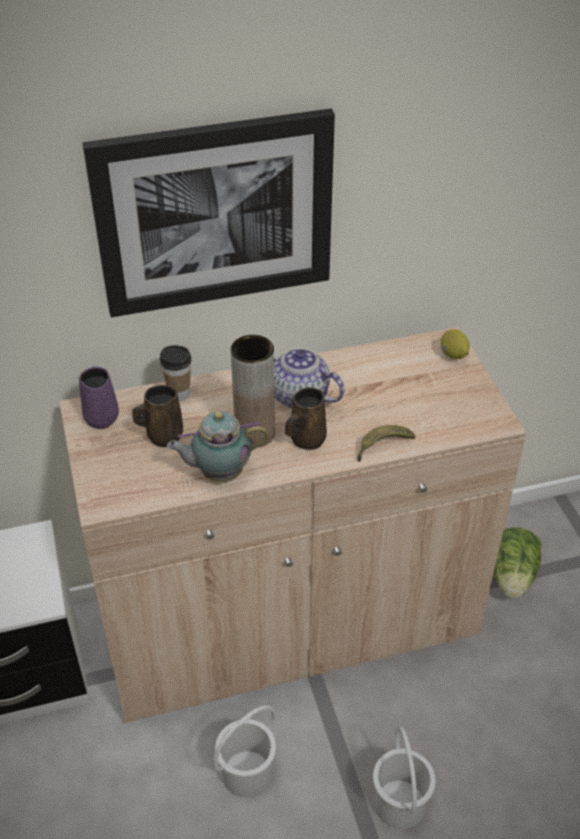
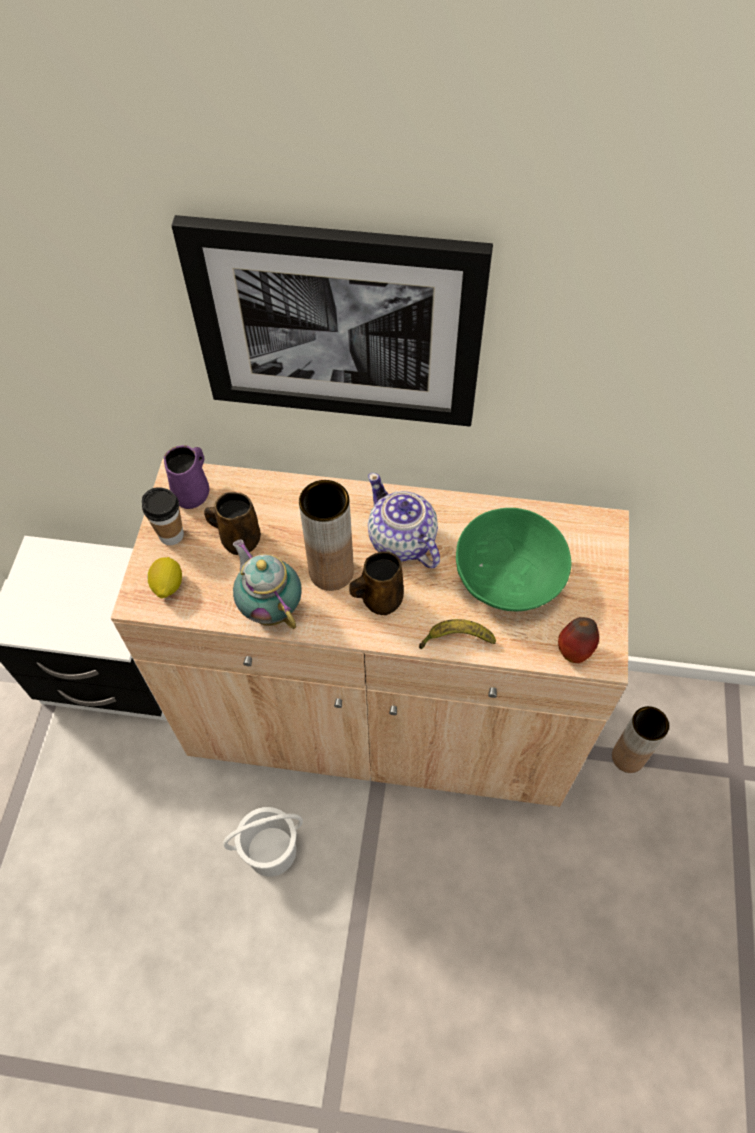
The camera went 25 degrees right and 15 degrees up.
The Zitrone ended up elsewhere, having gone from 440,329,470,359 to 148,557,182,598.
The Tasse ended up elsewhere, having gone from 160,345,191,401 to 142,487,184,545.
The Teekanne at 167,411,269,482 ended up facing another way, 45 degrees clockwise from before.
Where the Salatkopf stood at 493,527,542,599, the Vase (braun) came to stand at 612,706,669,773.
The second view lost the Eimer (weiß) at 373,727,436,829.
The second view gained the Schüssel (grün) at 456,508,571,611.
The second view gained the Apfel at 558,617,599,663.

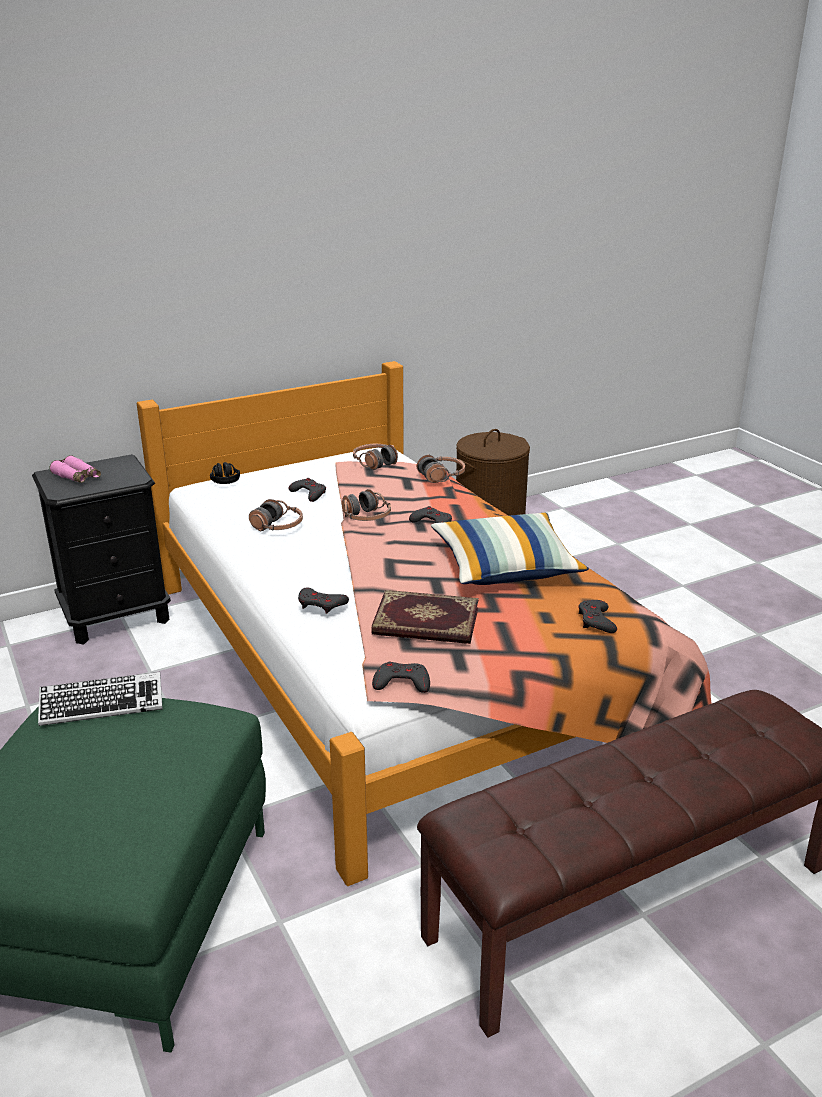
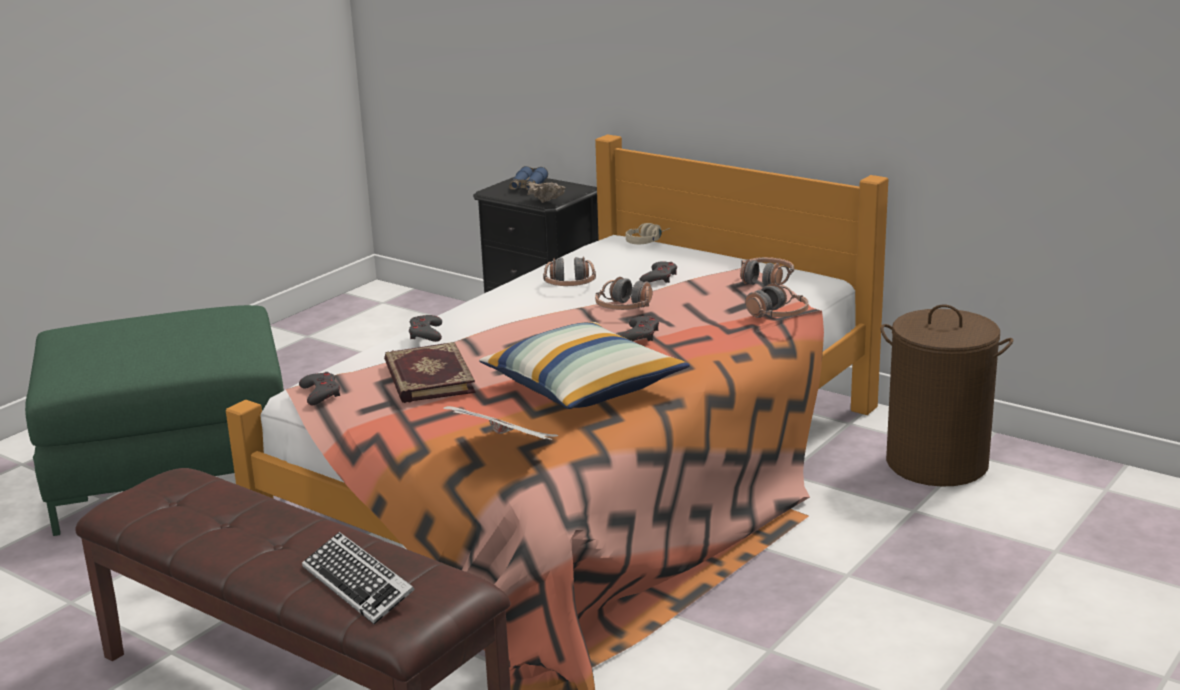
The camera went 65 degrees right and 5 degrees down.
What was the Fernglas (rosa) at 50,455,101,483 turned into the Fernglas (blau) at 509,166,548,190.
What was the Kopfhörer (schwarz) at 210,462,240,484 turned into the Kopfhörer (beige) at 626,223,670,244.
Where the Gamepad (grau) stood at 579,600,617,633, the Zeitung came to stand at 443,406,559,440.
The Tastatur ended up elsewhere, having gone from 38,672,163,726 to 302,532,415,624.
The second view gained the Schüssel (beige) at 526,183,565,203.

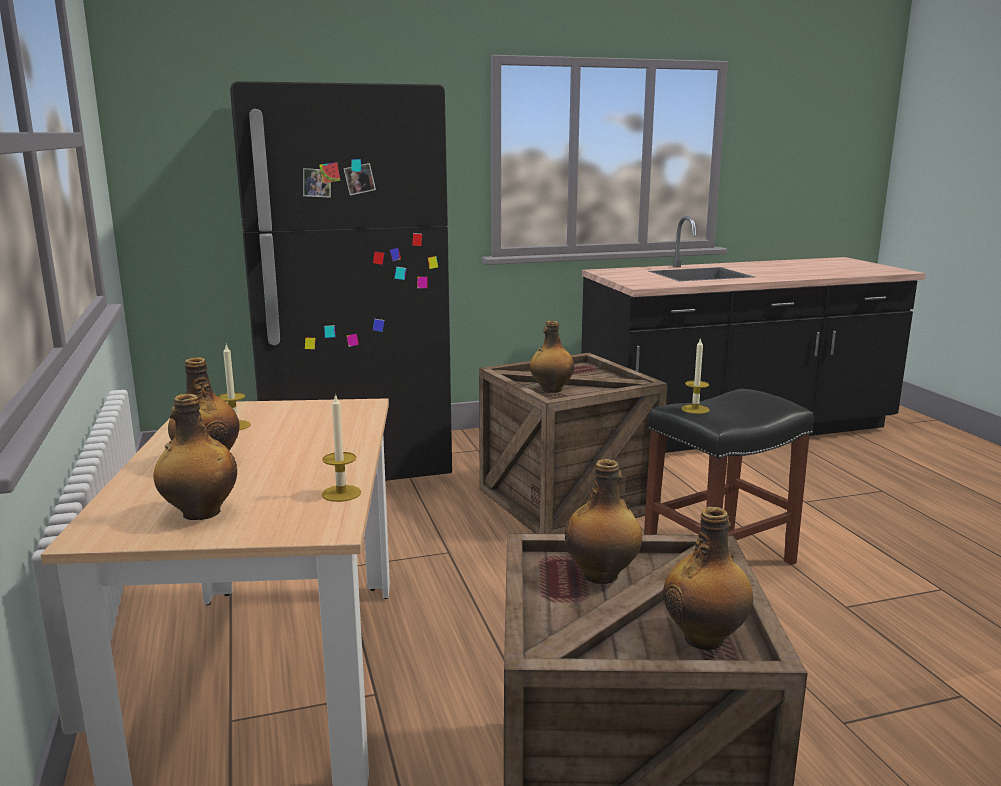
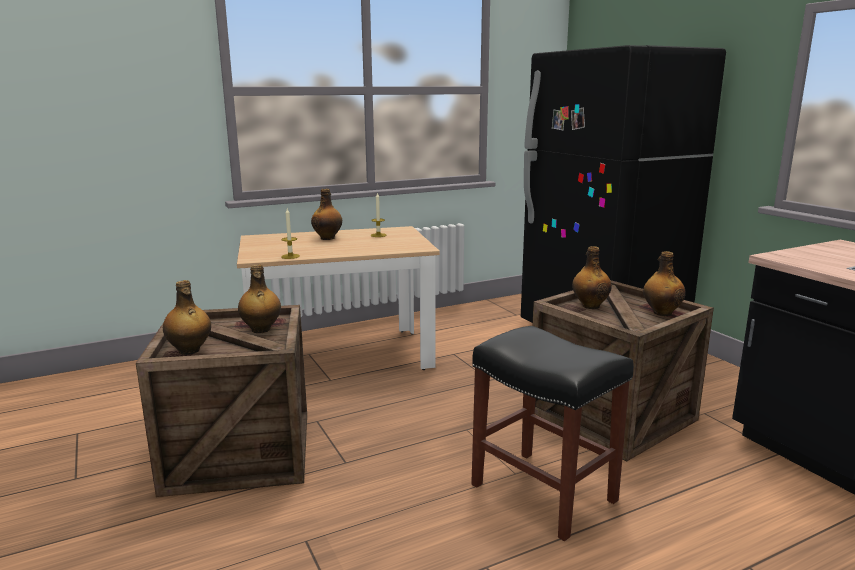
The camera went 80 degrees right and 0 degrees up.
The second view lost the Kerze at 681,338,709,414.
The Flasche ended up elsewhere, having gone from 153,394,237,520 to 643,251,686,316.

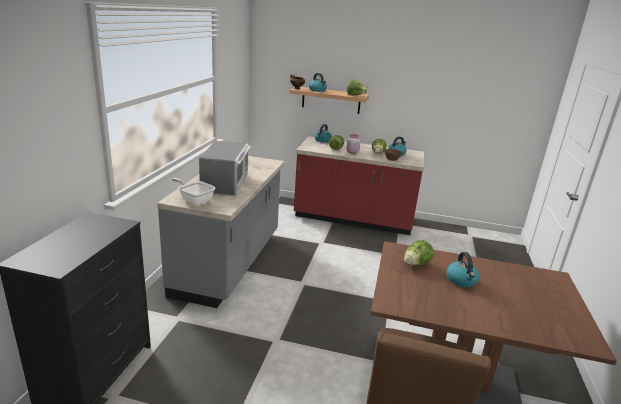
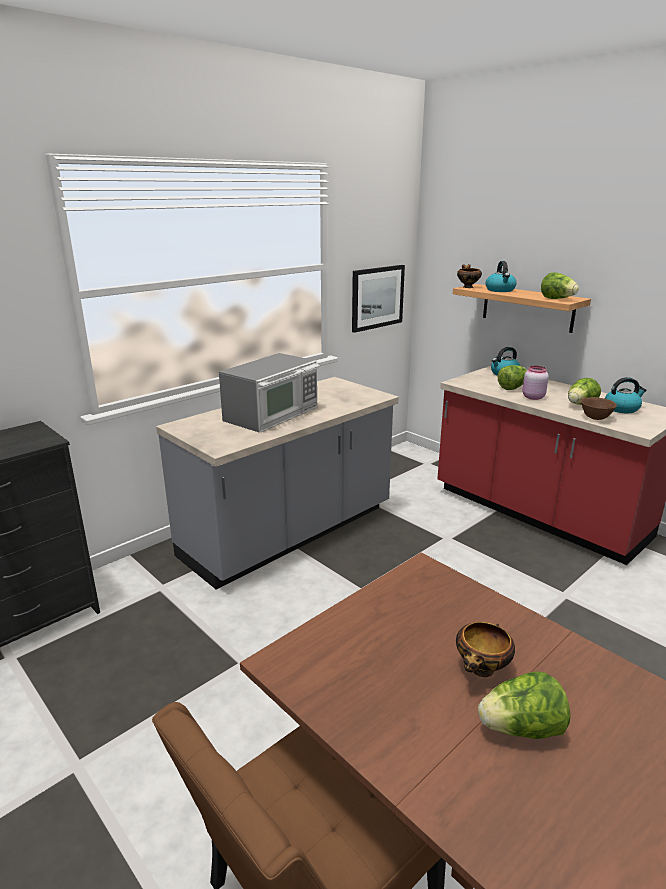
The camera went 35 degrees right and 0 degrees up.
The second view lost the Pfanne at 172,178,215,205.
The Salatkopf ended up elsewhere, having gone from 404,240,434,265 to 478,671,571,739.
Where the Wasserkessel stood at 446,252,480,287, the Schüssel came to stand at 456,622,515,677.
The second view gained the Bild at 352,265,405,333.

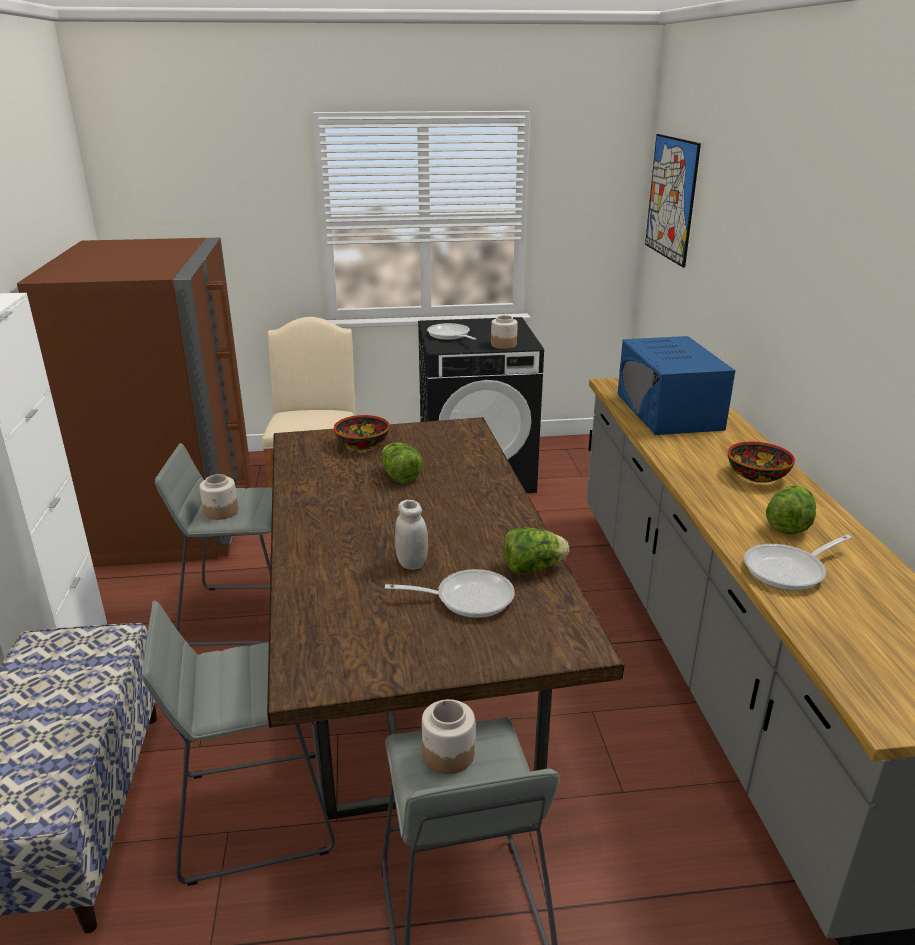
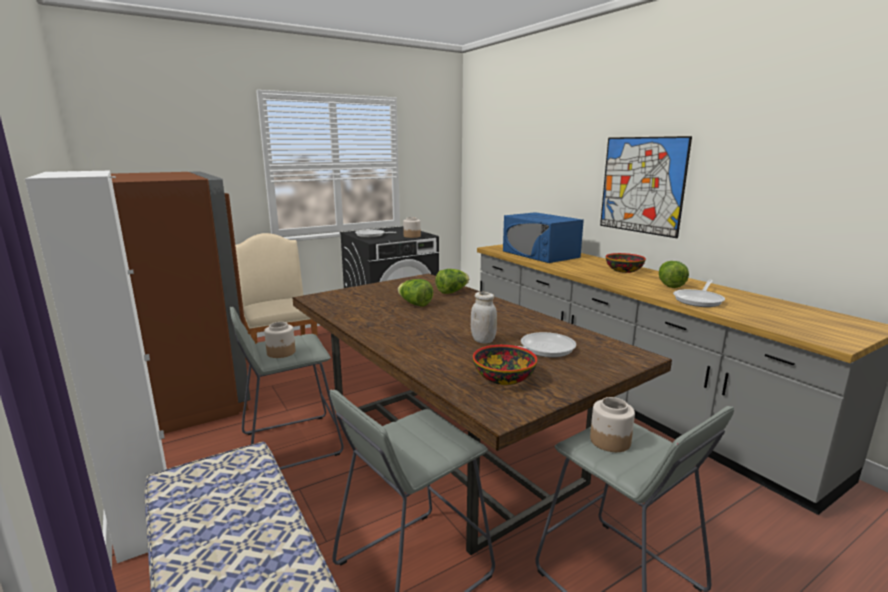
The camera went 25 degrees left and 10 degrees down.
The Bild ended up elsewhere, having gone from 645,134,701,268 to 600,136,692,238.
The Schüssel ended up elsewhere, having gone from 334,415,390,450 to 473,345,537,385.
The Salatkopf ended up elsewhere, having gone from 504,528,569,574 to 435,269,469,294.

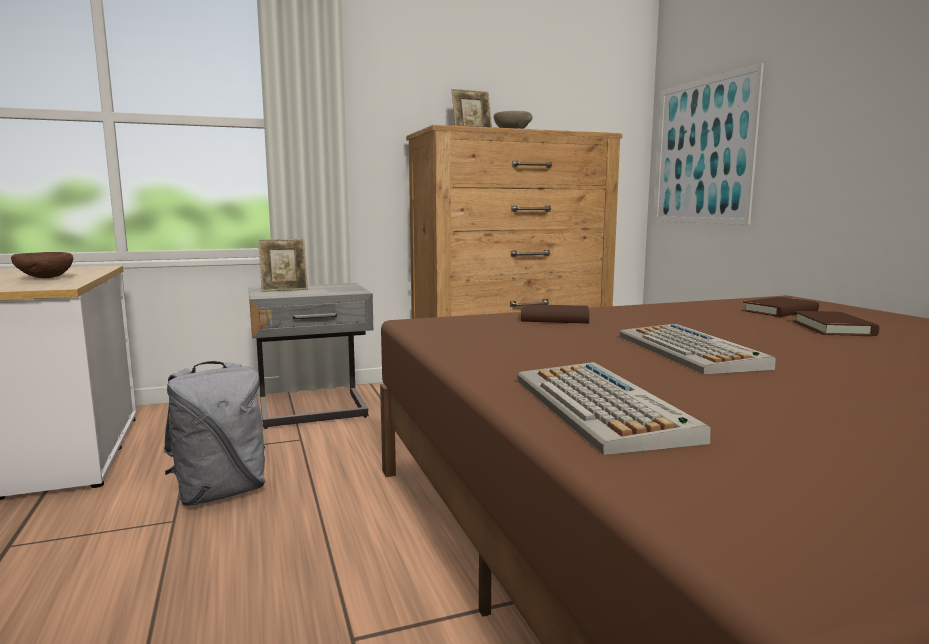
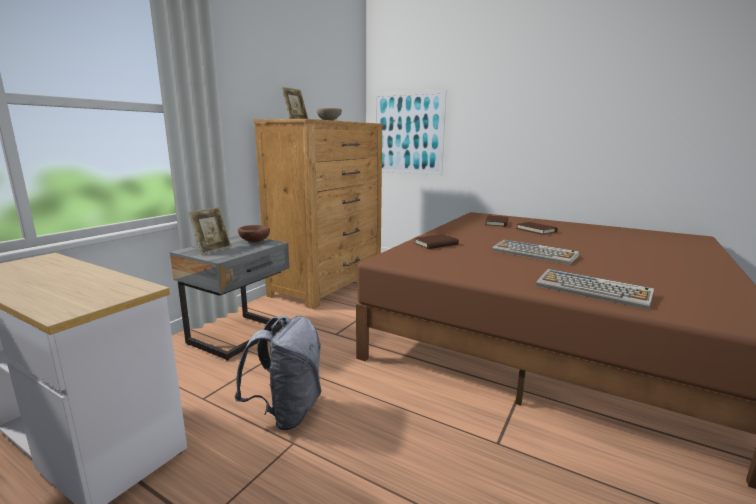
The camera went 40 degrees left and 5 degrees up.
The Schüssel (braun) ended up elsewhere, having gone from 11,252,73,278 to 238,225,270,242.

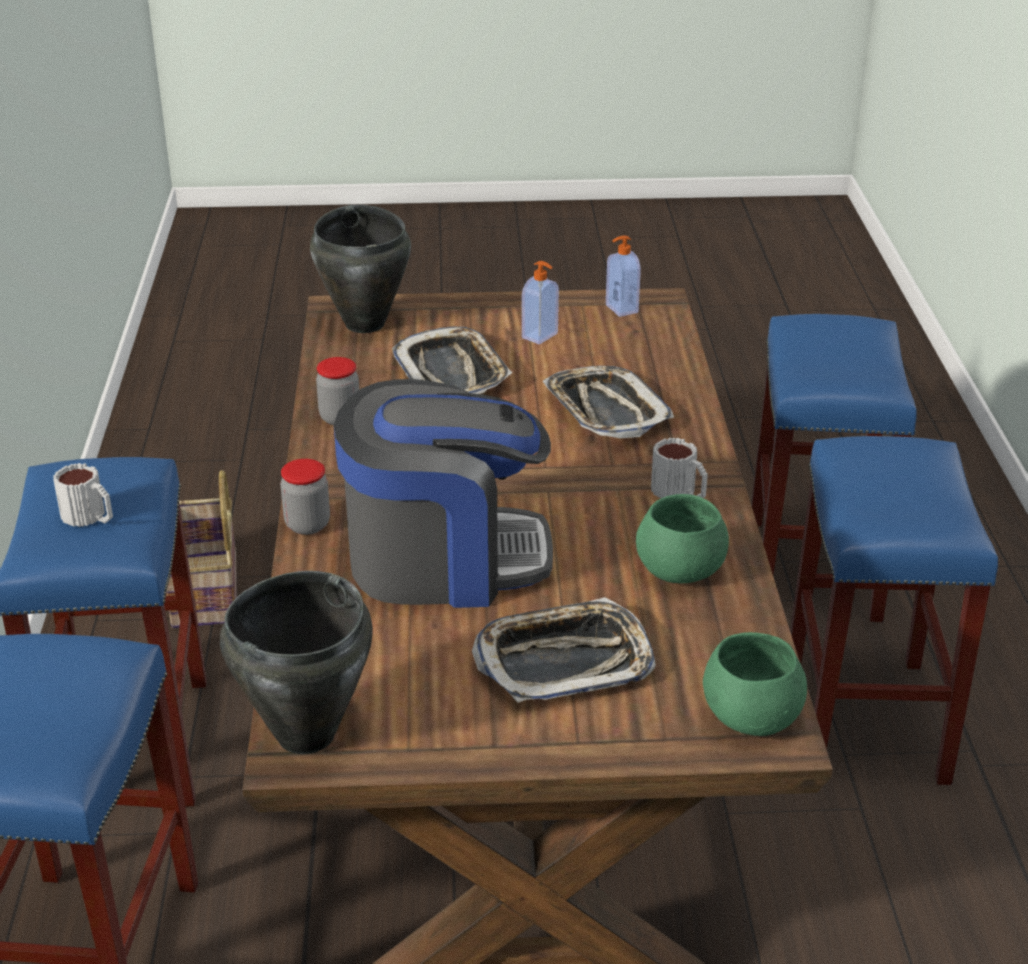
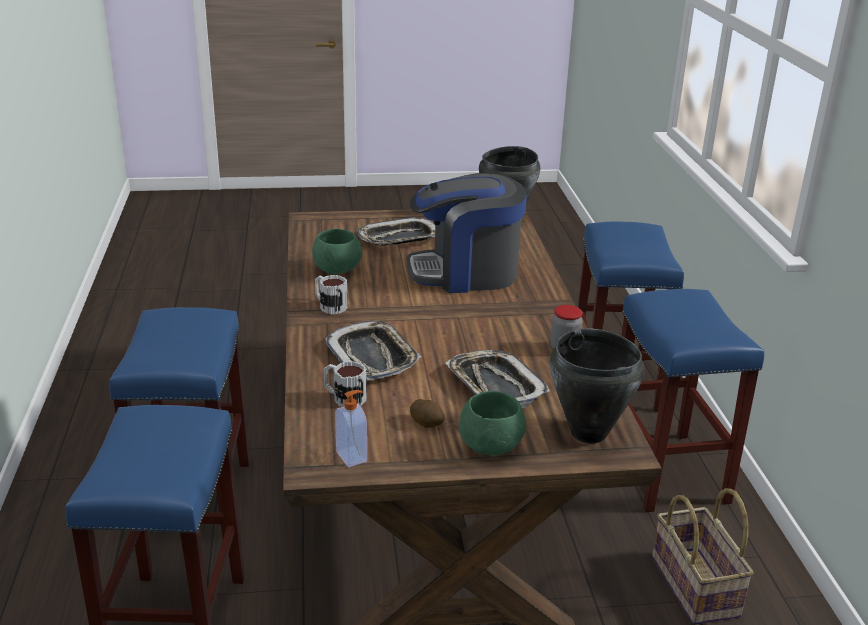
The camera went 175 degrees right and 5 degrees down.
Where the Seifenspender stood at 522,261,559,344, the Kartoffel came to stand at 410,399,445,428.
The second view lost the Vorratsglas at 280,459,330,535.
The Henkelbecher ended up elsewhere, having gone from 53,463,113,527 to 324,361,367,407.
The Schüssel (grün) ended up elsewhere, having gone from 703,632,807,736 to 459,391,526,456.

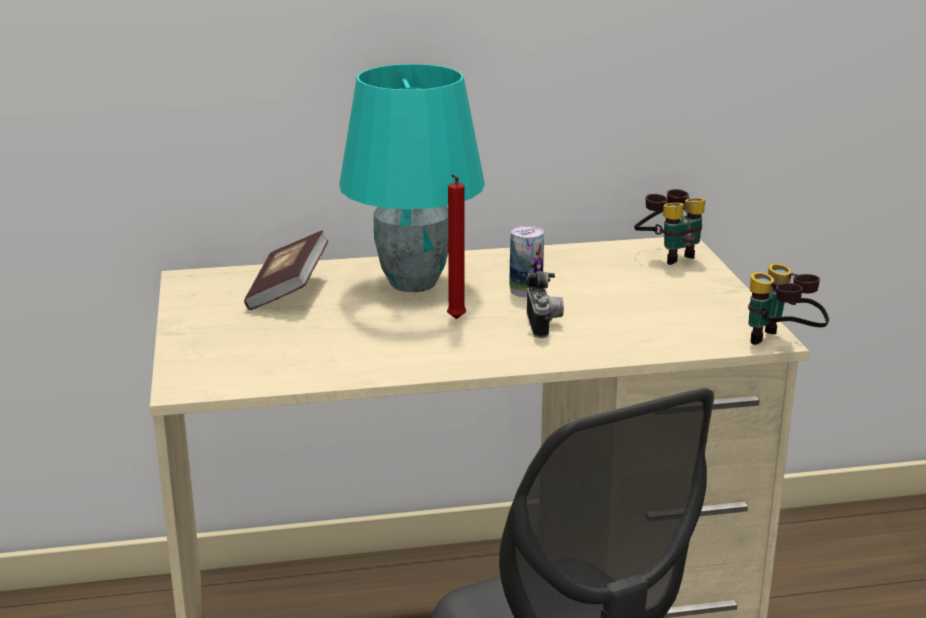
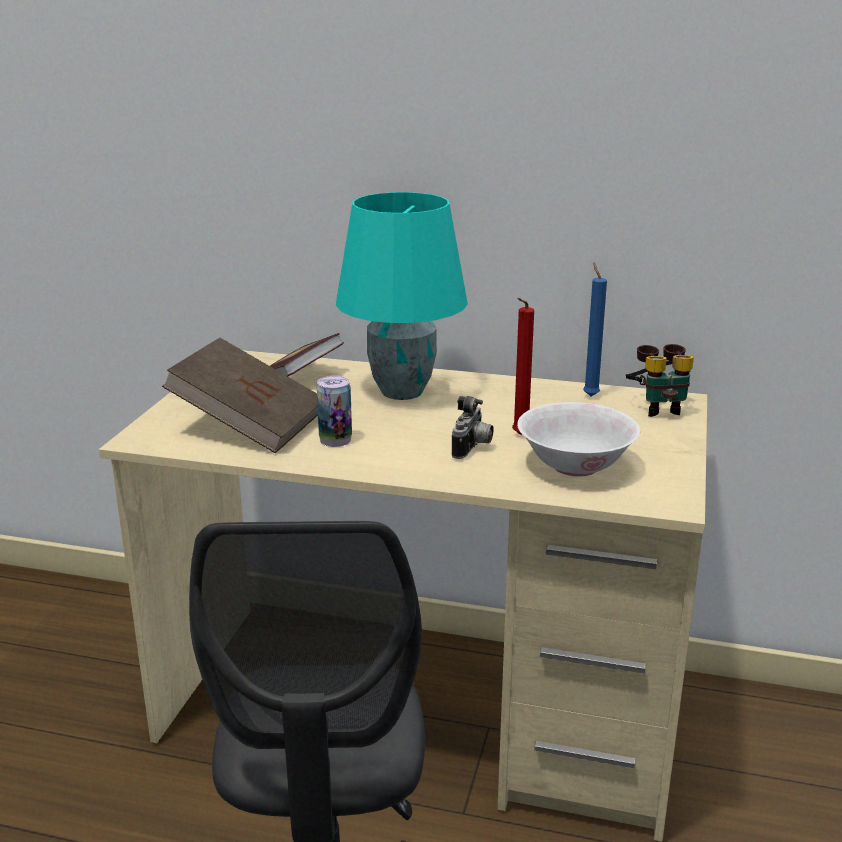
The camera went 25 degrees right and 0 degrees up.
The Kerze (rot) ended up elsewhere, having gone from 447,174,466,319 to 512,298,534,435.
The Dose ended up elsewhere, having gone from 509,226,544,298 to 317,376,352,447.
The second view lost the Fernglas at 748,263,829,345.
The second view gained the Kerze (blau) at 583,262,607,397.
The second view gained the Buch (braun) at 162,338,318,453.
The second view gained the Schüssel (weiß) at 517,402,640,477.

